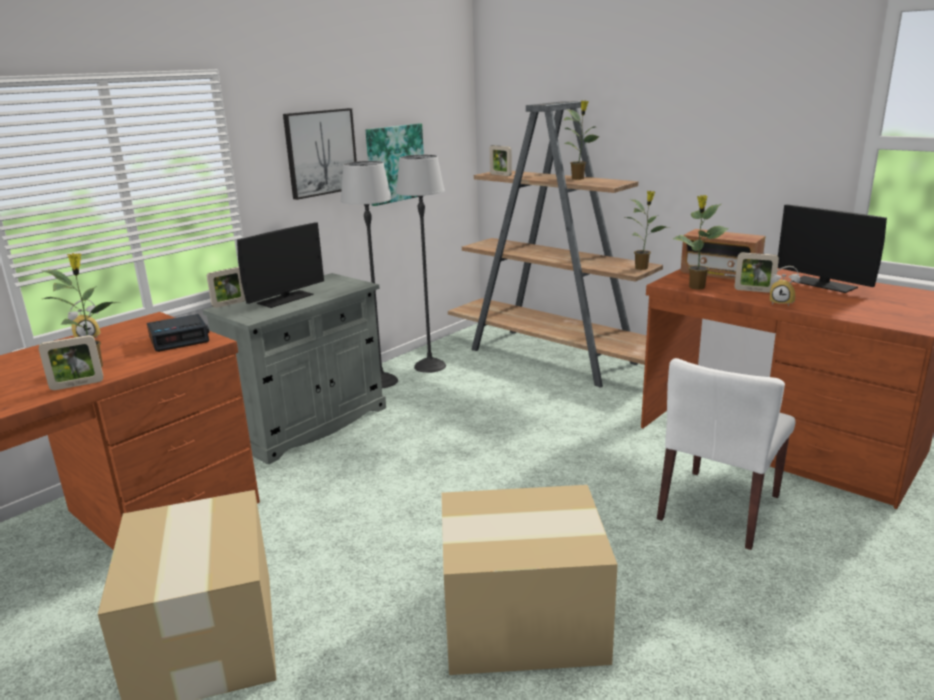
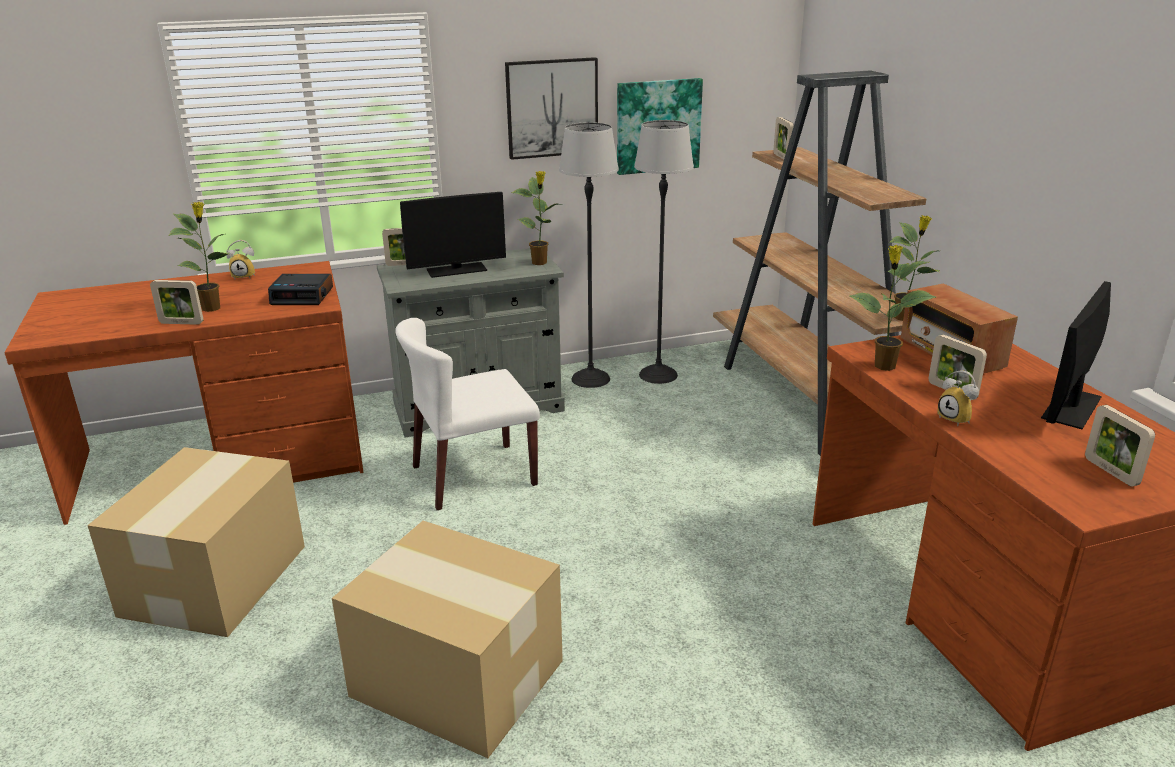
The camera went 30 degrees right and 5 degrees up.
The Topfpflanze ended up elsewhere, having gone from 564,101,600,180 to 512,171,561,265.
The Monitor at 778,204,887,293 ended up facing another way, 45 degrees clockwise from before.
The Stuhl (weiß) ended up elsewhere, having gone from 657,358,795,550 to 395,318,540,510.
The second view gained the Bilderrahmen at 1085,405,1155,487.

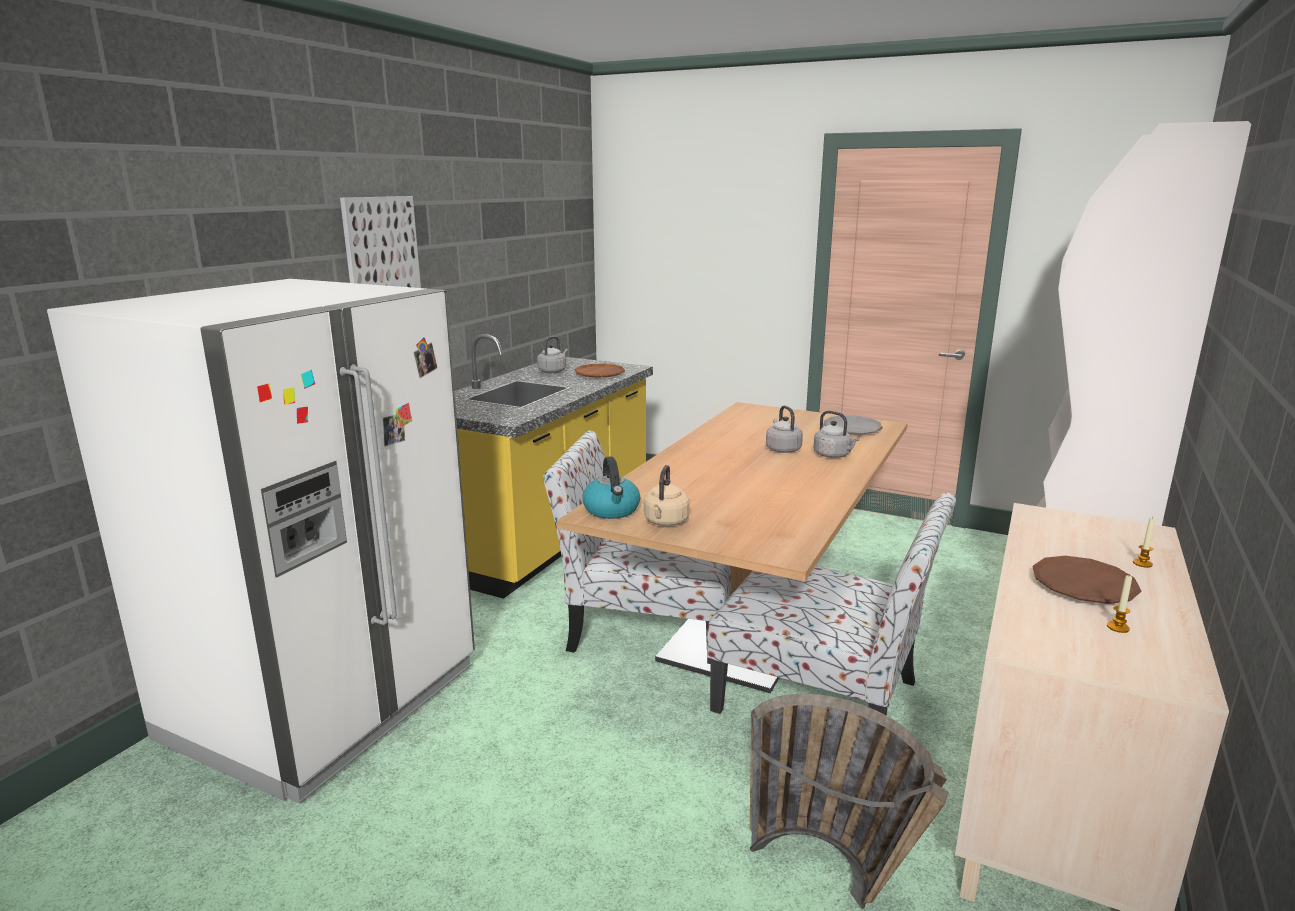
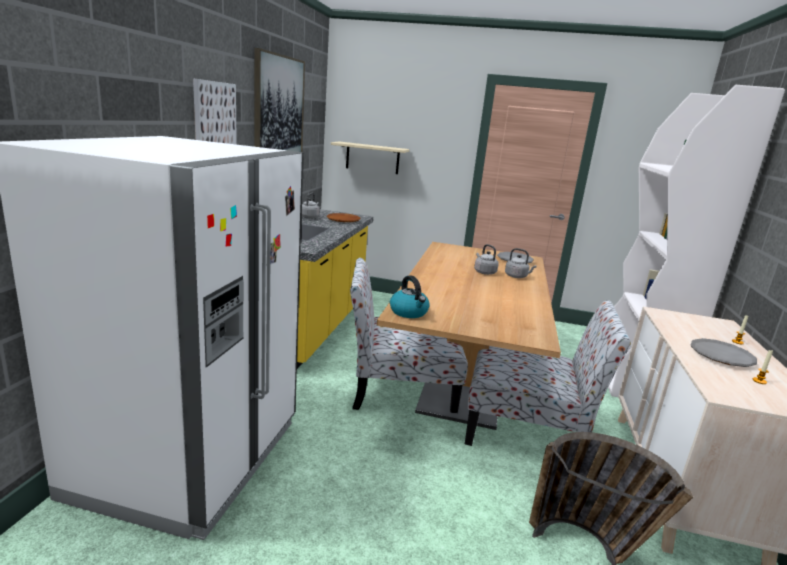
The camera went 15 degrees left and 0 degrees up.
The second view lost the Wasserkessel (beige) at 644,465,690,526.
What was the Teller (braun) at 1032,556,1142,604 turned into the Teller (grau) at 691,338,757,367.
The second view gained the Bild at 254,48,305,152.
The second view gained the Wandregal (beige) at 331,141,410,174.

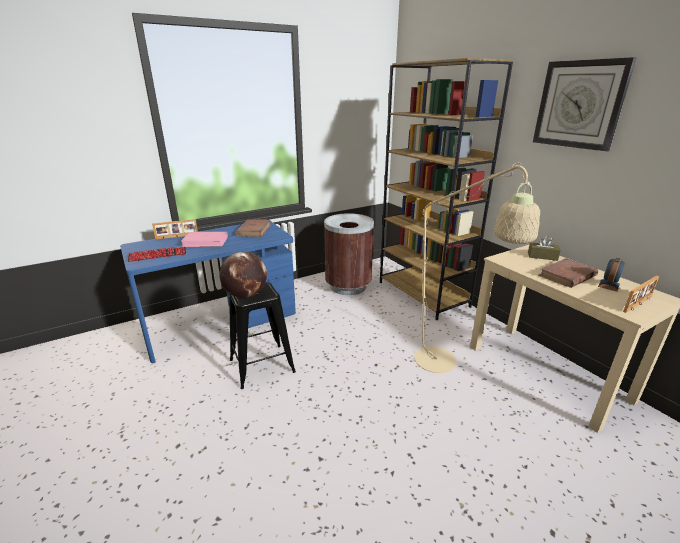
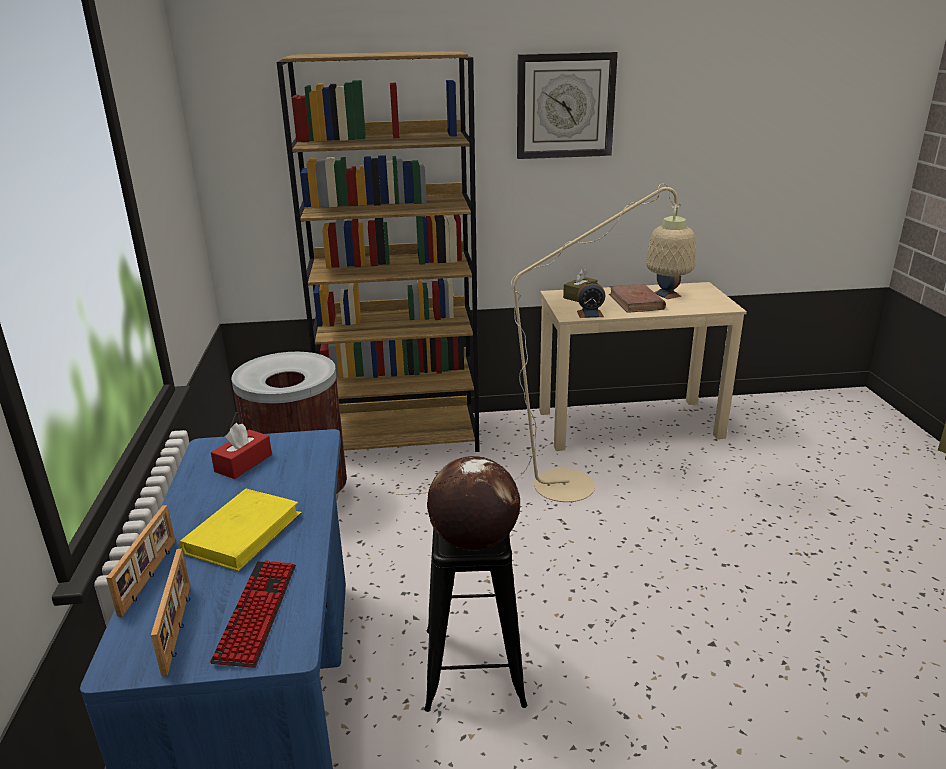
The camera went 65 degrees left and 0 degrees up.
Where the Buch (braun) stood at 236,219,271,237, the Taschentuchbox (rot) came to stand at 211,423,272,479.
What was the Buch (rosa) at 181,232,228,247 turned into the Buch (gelb) at 179,489,302,571.
The Bilderrahmen ended up elsewhere, having gone from 623,276,660,313 to 151,549,190,676.
The second view gained the Wecker at 577,281,605,318.

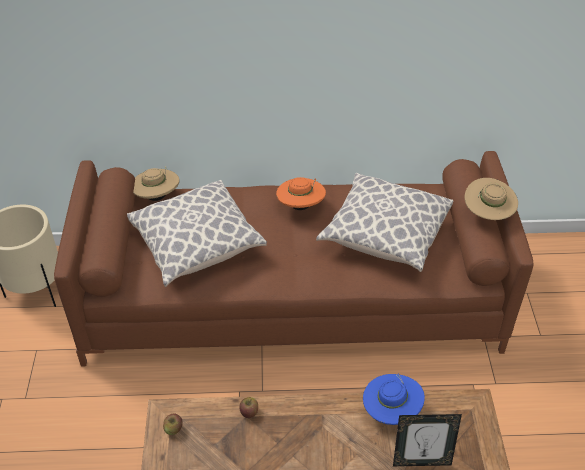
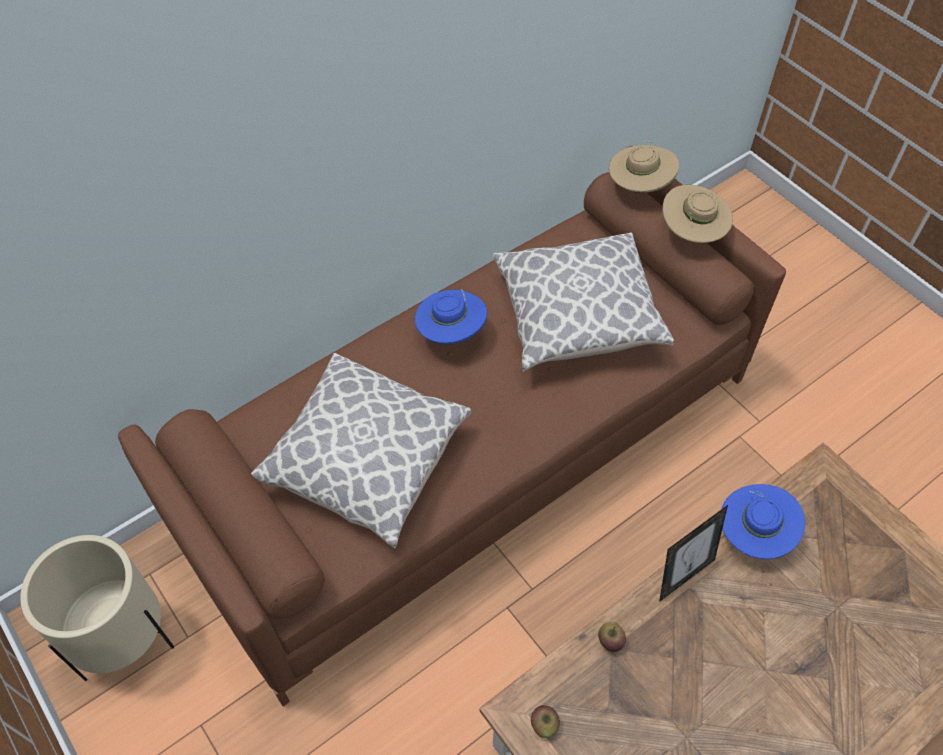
The camera went 35 degrees left and 10 degrees up.
The Hut (beige) ended up elsewhere, having gone from 133,166,180,201 to 609,139,679,193.
What was the Hut (orange) at 276,177,326,210 turned into the Hut (blau) at 415,288,487,344.
The Bilderrahmen ended up elsewhere, having gone from 393,414,462,466 to 659,505,728,602.

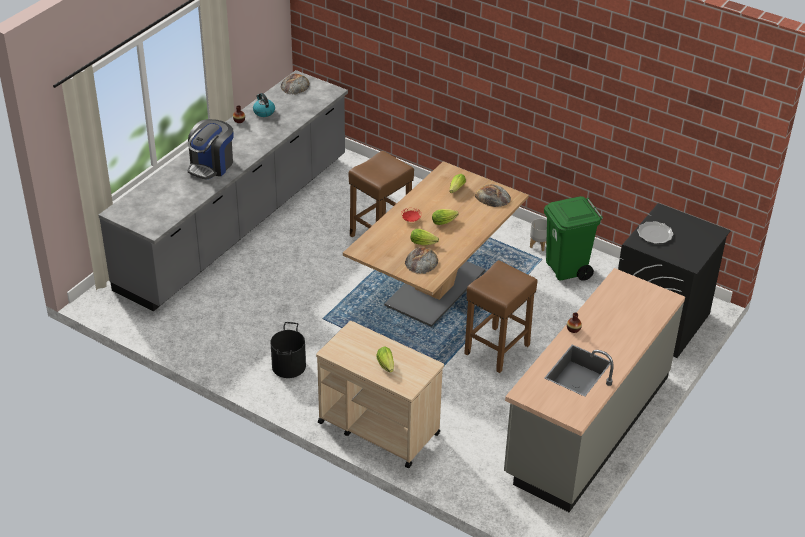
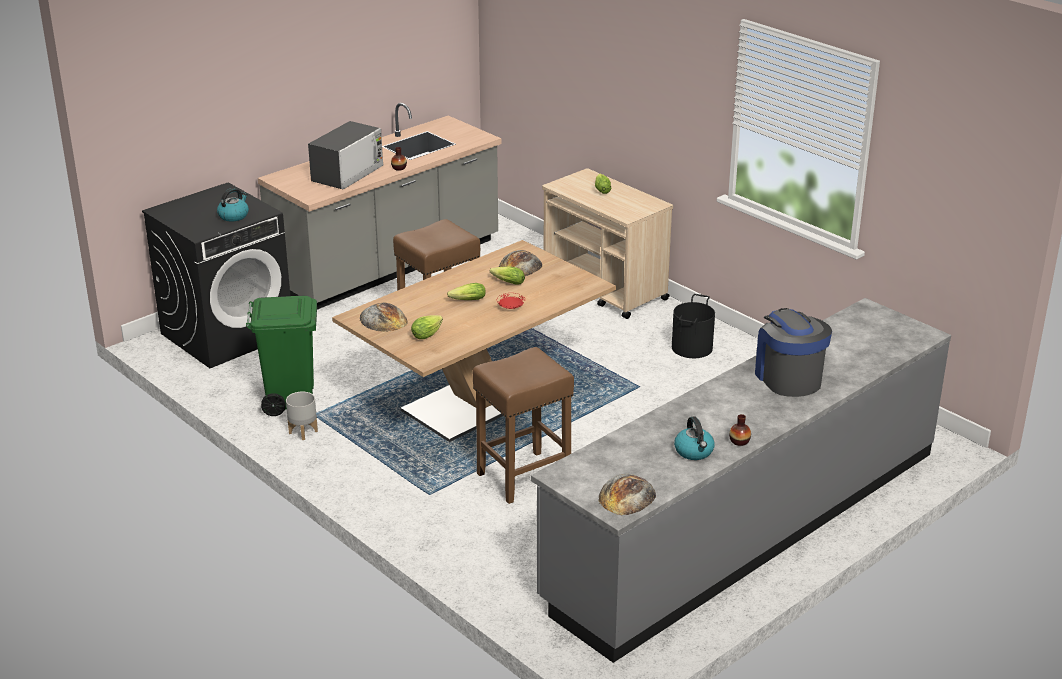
The camera went 165 degrees left and 10 degrees down.
The Kaffeemaschine at 188,119,233,180 ended up facing another way, 60 degrees counterclockwise from before.
Where the Teller stood at 637,221,674,244, the Wasserkessel came to stand at 217,188,249,221.
The second view gained the Mikrowelle at 308,121,384,189.

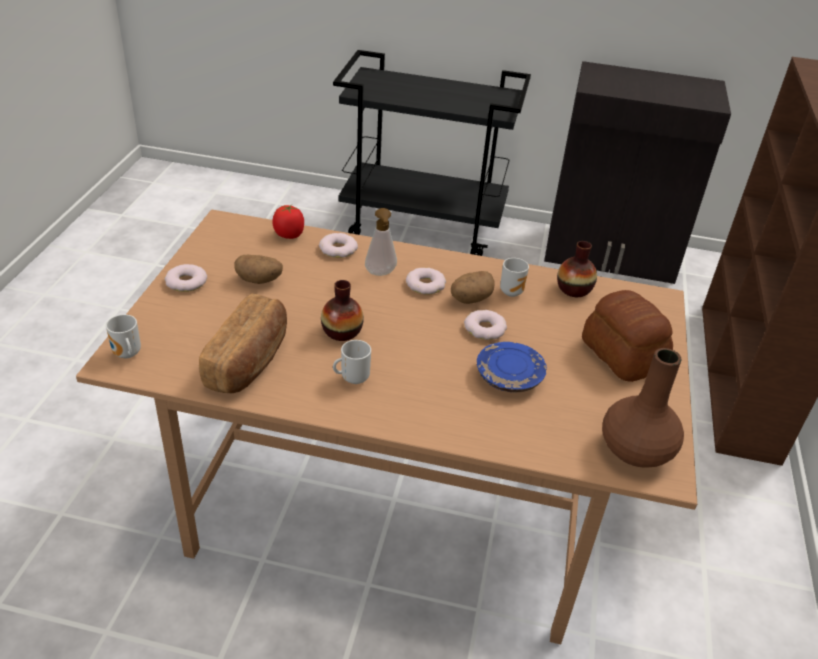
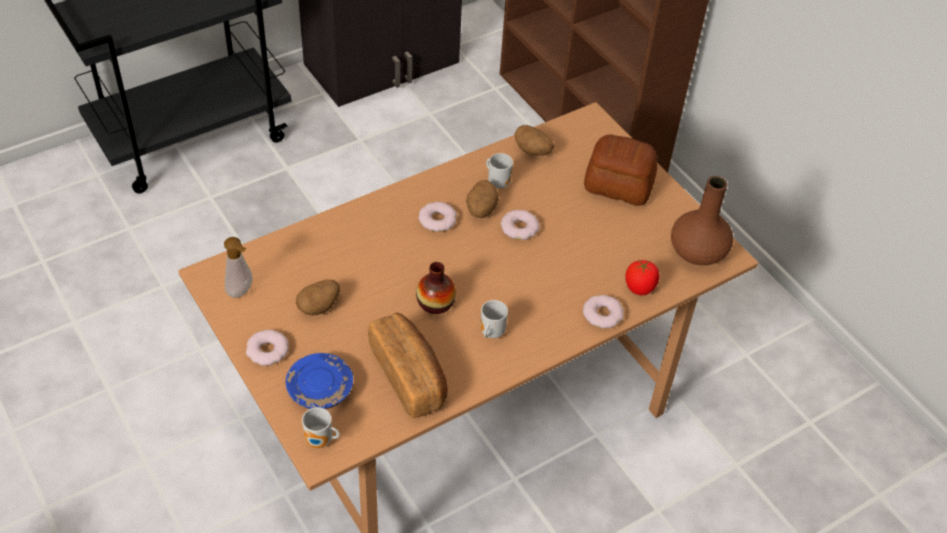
The camera went 45 degrees left and 10 degrees up.
The Tomate ended up elsewhere, having gone from 272,205,304,239 to 625,260,659,295.
The Seifenspender ended up elsewhere, having gone from 365,208,397,276 to 224,237,253,298.
The Donut ended up elsewhere, having gone from 319,233,358,258 to 583,295,624,329.
Where the Vase stood at 557,241,597,297, the Kartoffel came to stand at 515,125,554,156.
The Teller (blau) ended up elsewhere, having gone from 477,342,547,392 to 286,353,353,409.

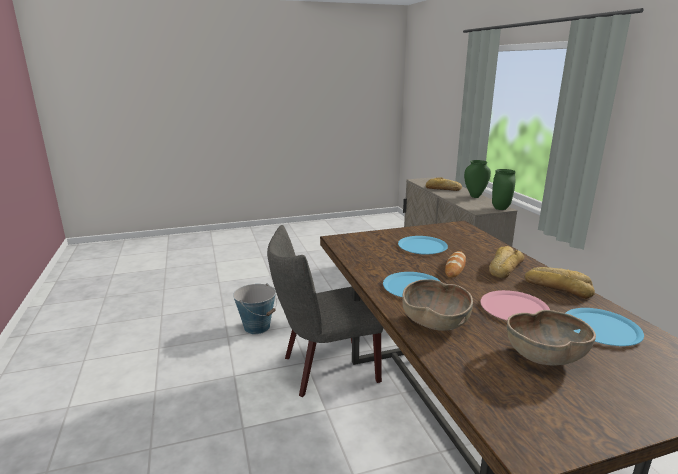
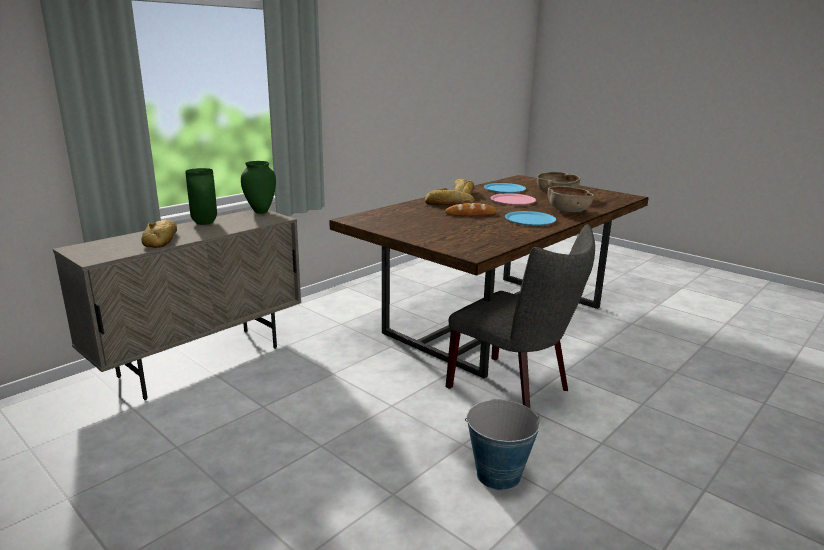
The camera went 120 degrees left and 0 degrees up.
The second view lost the Teller (blau) at 398,236,448,255.

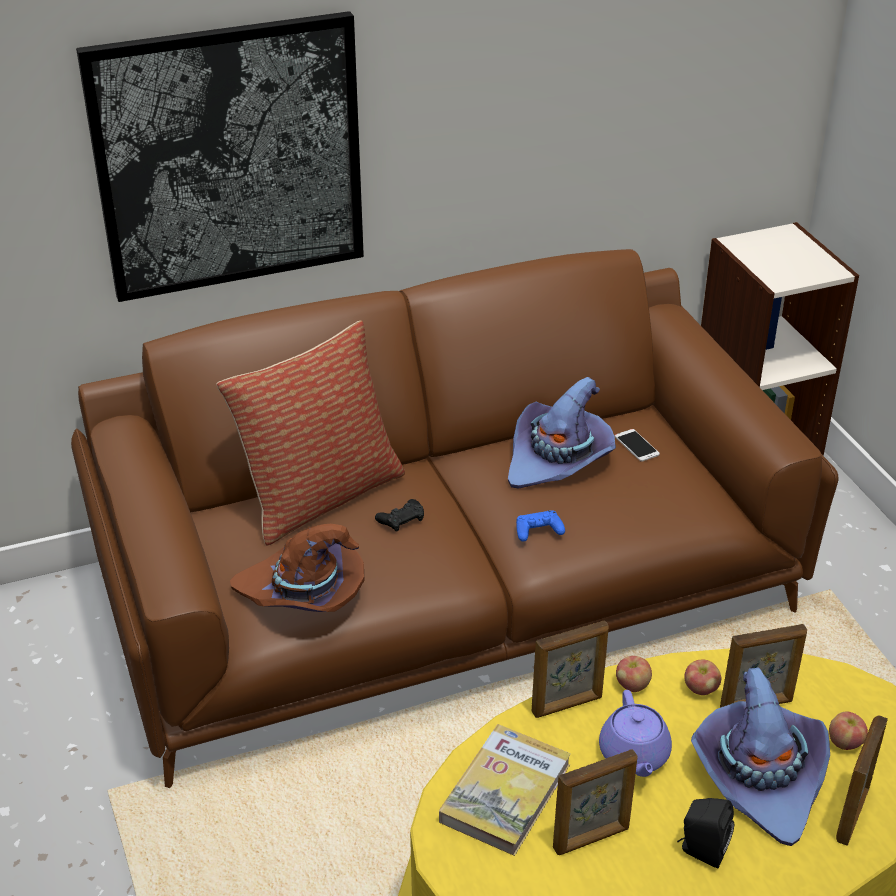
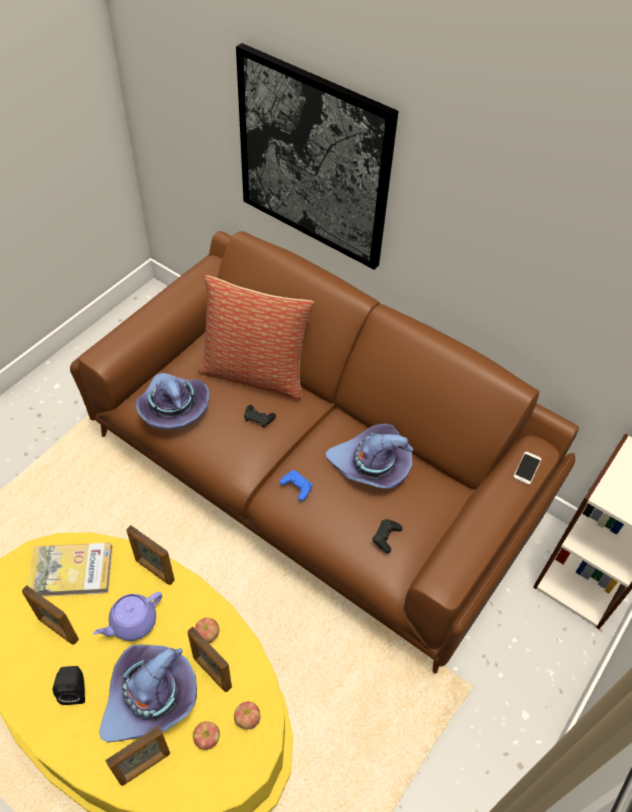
The camera went 55 degrees right and 15 degrees up.
The Handy ended up elsewhere, having gone from 615,429,660,462 to 513,451,542,485.
What was the Hut (braun) at 230,524,364,612 turned into the Hut (lila) at 136,373,209,430.
The Apfel ended up elsewhere, having gone from 616,656,652,692 to 234,702,260,730.
The Bilderrahmen at 836,715,888,846 ended up facing another way, 150 degrees clockwise from before.
The second view gained the Gamepad (schwarz) at 372,519,403,553.

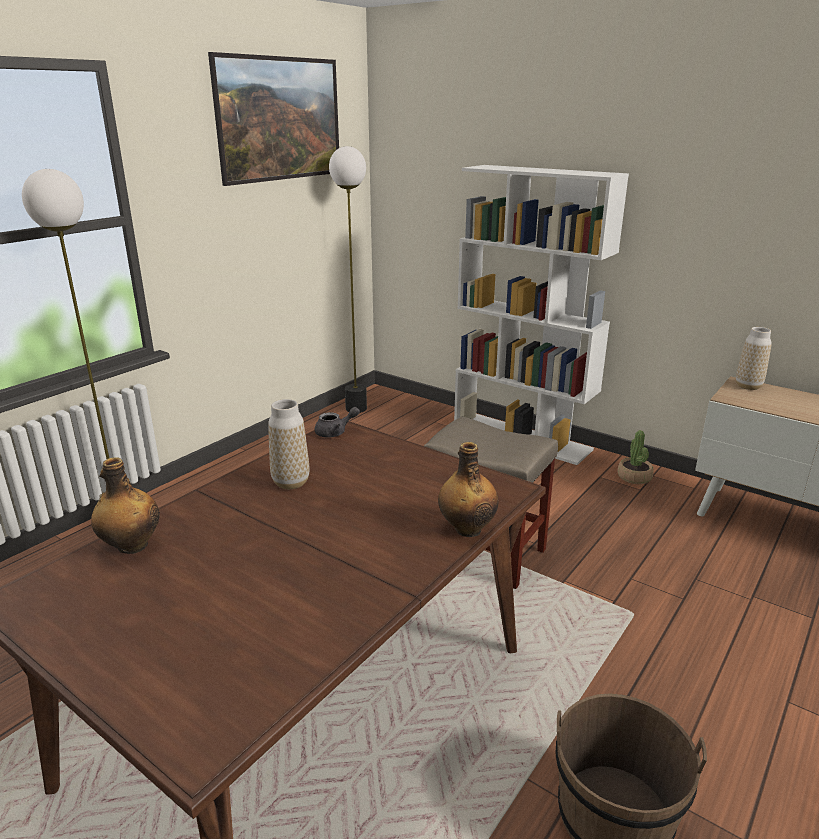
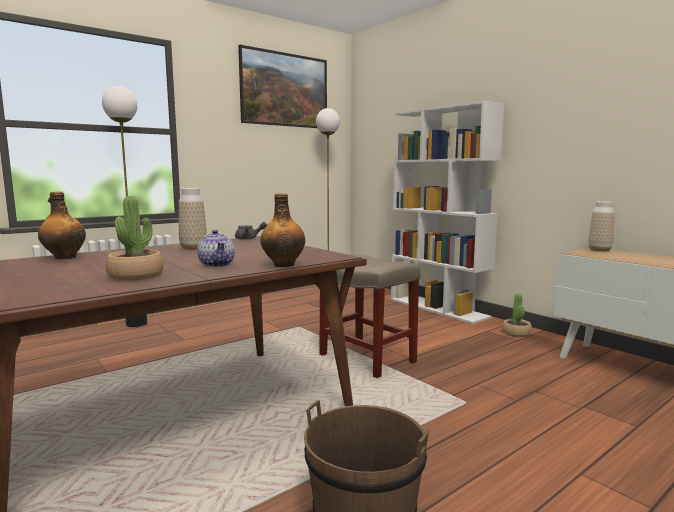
The camera went 15 degrees right and 15 degrees down.
The second view gained the Topfpflanze at 106,196,164,281.
The second view gained the Teekanne at 197,230,235,267.

